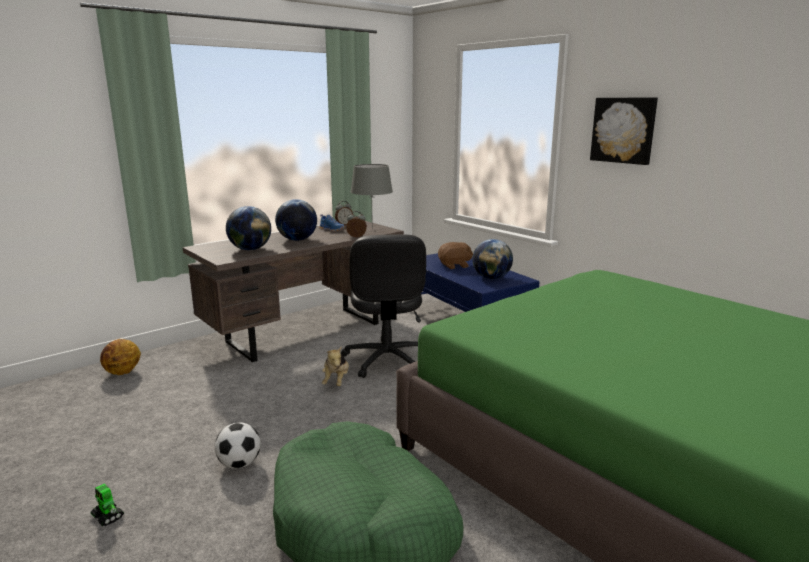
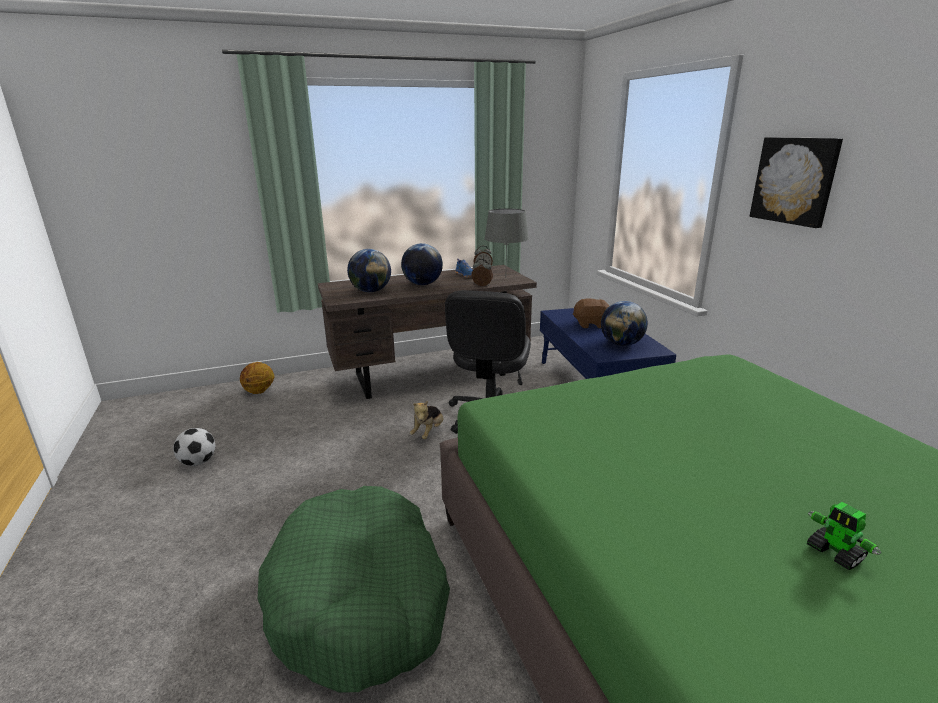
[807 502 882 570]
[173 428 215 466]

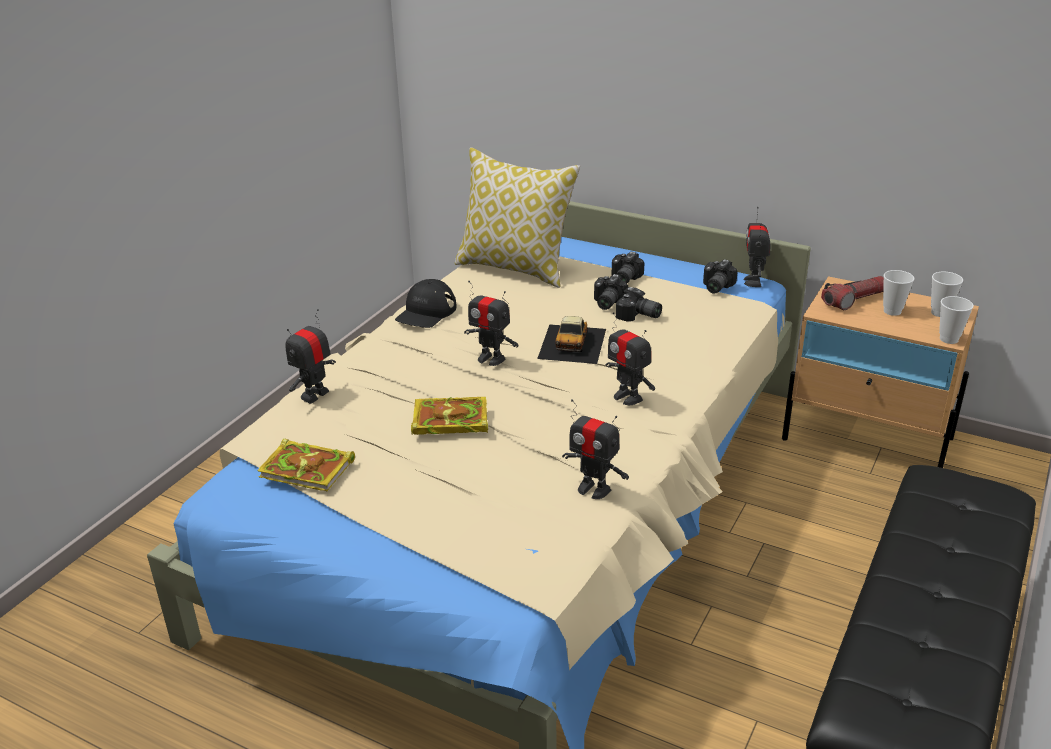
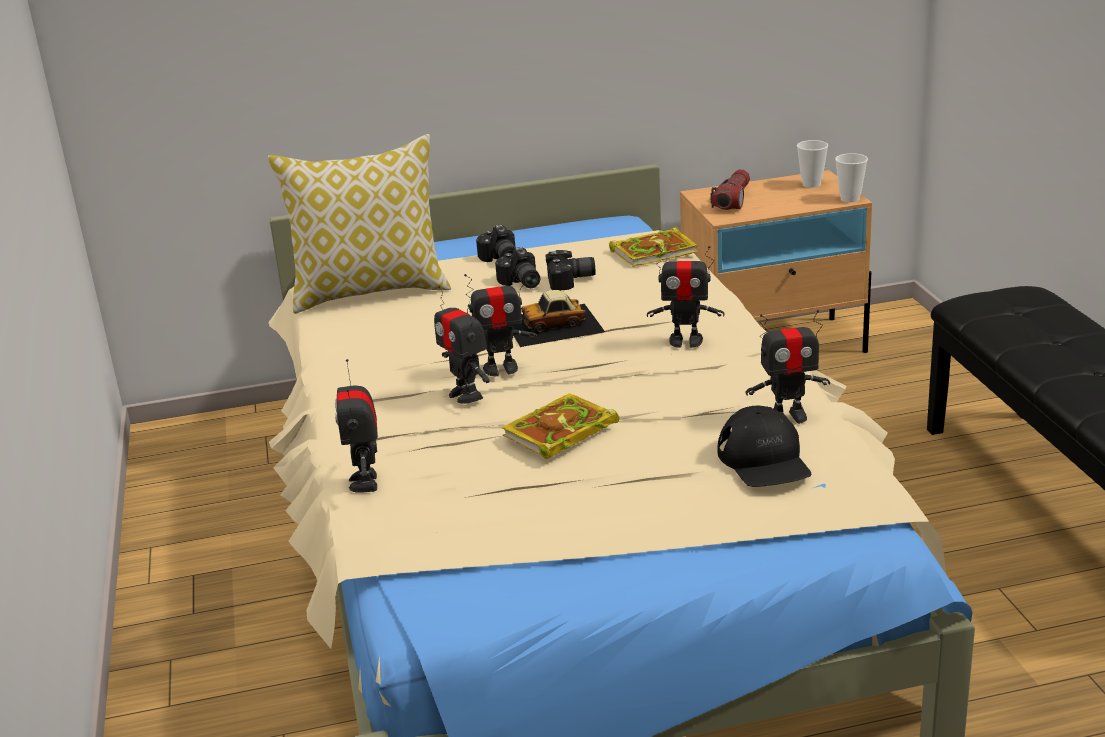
[703 259 738 293] (first image)
[883 270 914 316] (first image)
[609 226 698 267]
[718 406 811 487]
[434 286 490 404]
[511 290 605 347]

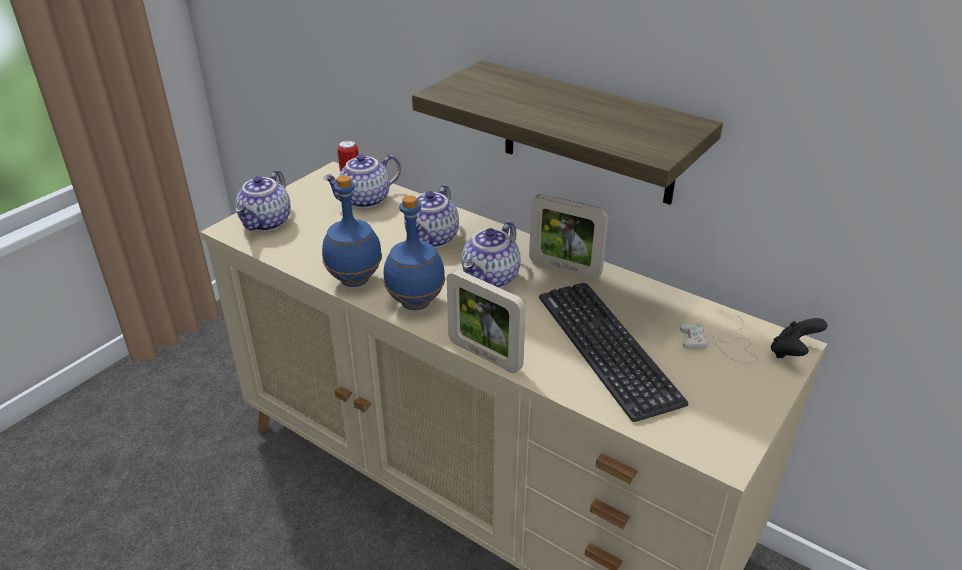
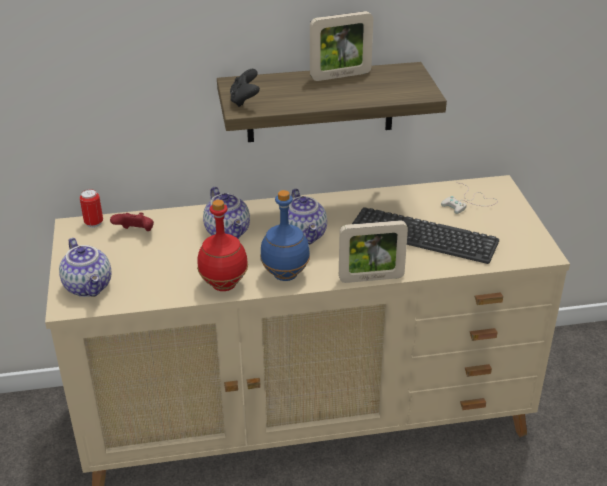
[310 11 373 81]
[230 69 260 107]
[110 212 154 231]
[197 200 248 291]

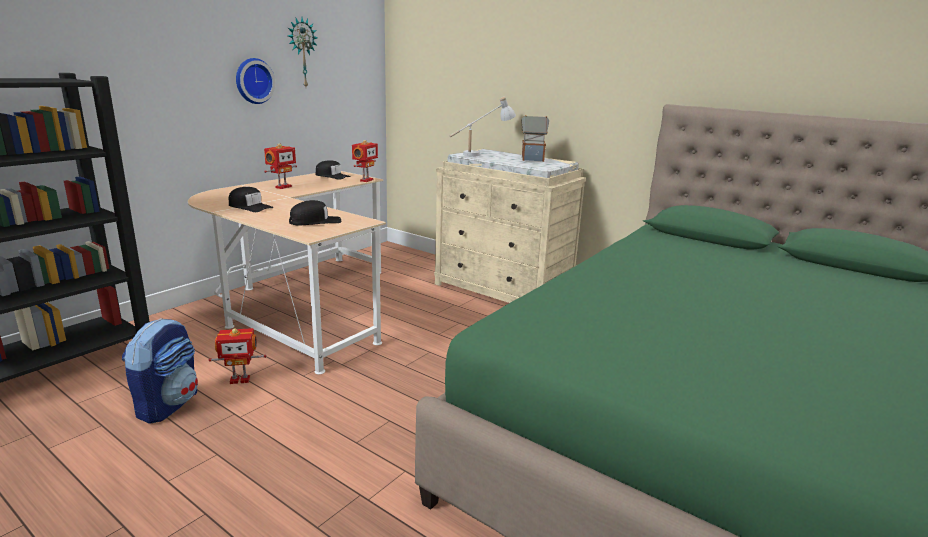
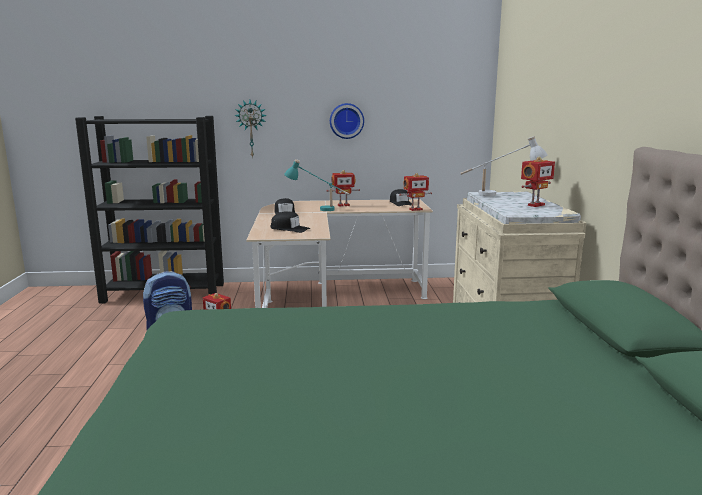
[284 159 349 211]
[234 100 267 158]
[521 157 555 207]

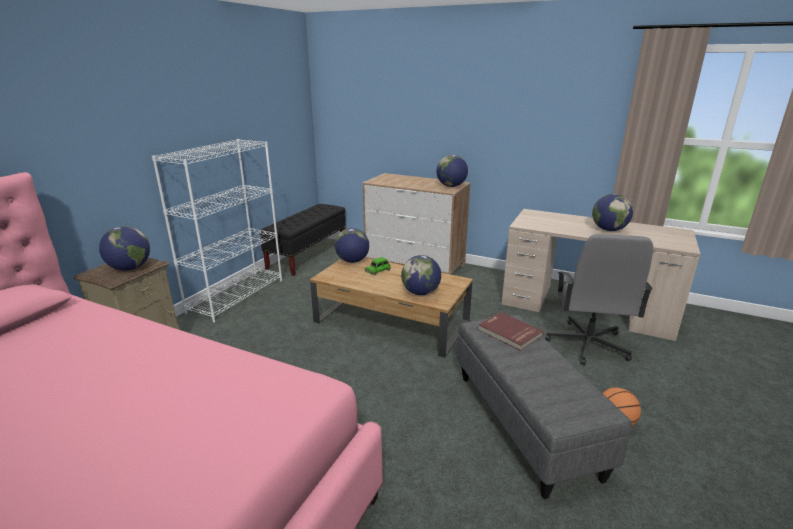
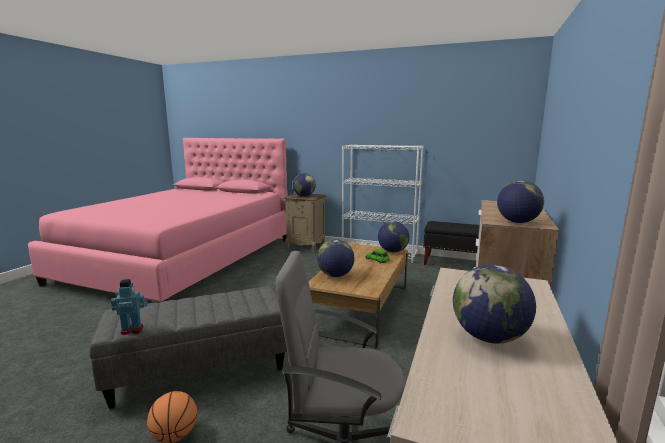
[478 312 544 351] (first image)
[111 279 148 335]

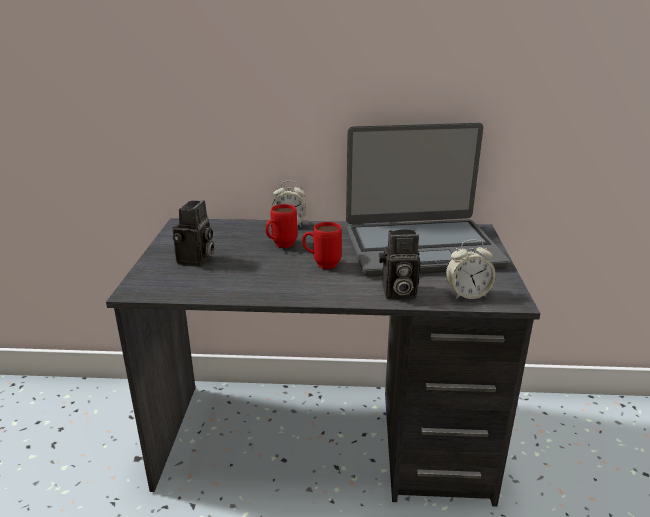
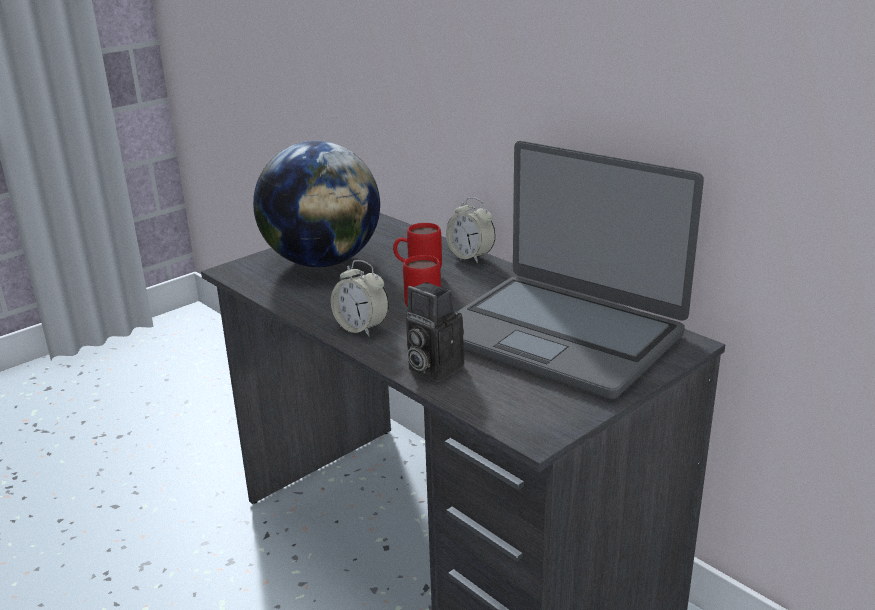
[331 260 389 337]
[253 141 380 267]

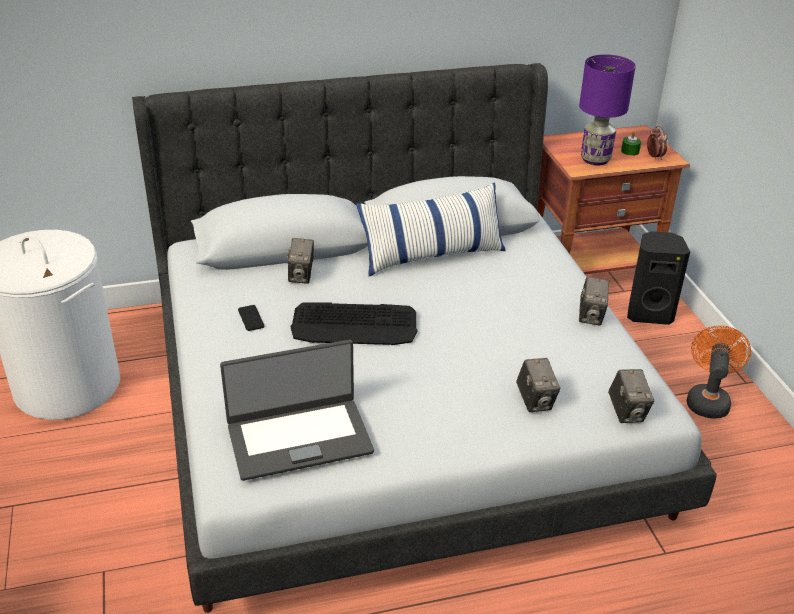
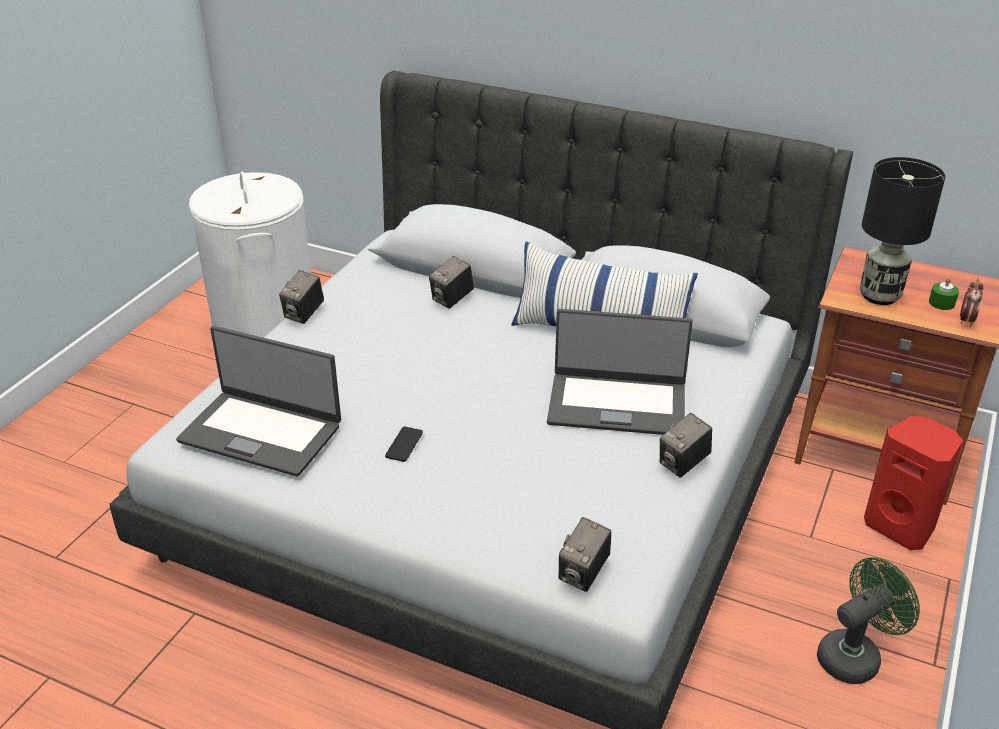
[290 302 418 345] (first image)
[547 309 693 435]
[385 427 423 462]
[279 270 324 324]
[860 157 945 305]
[864 416 963 550]
[817 557 920 684]

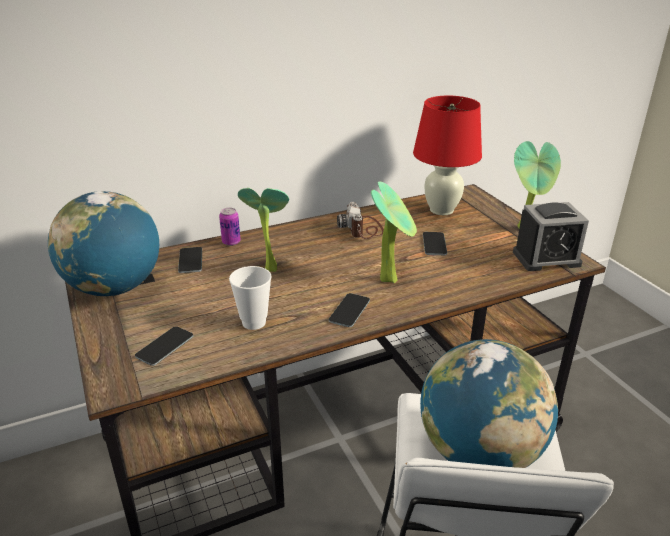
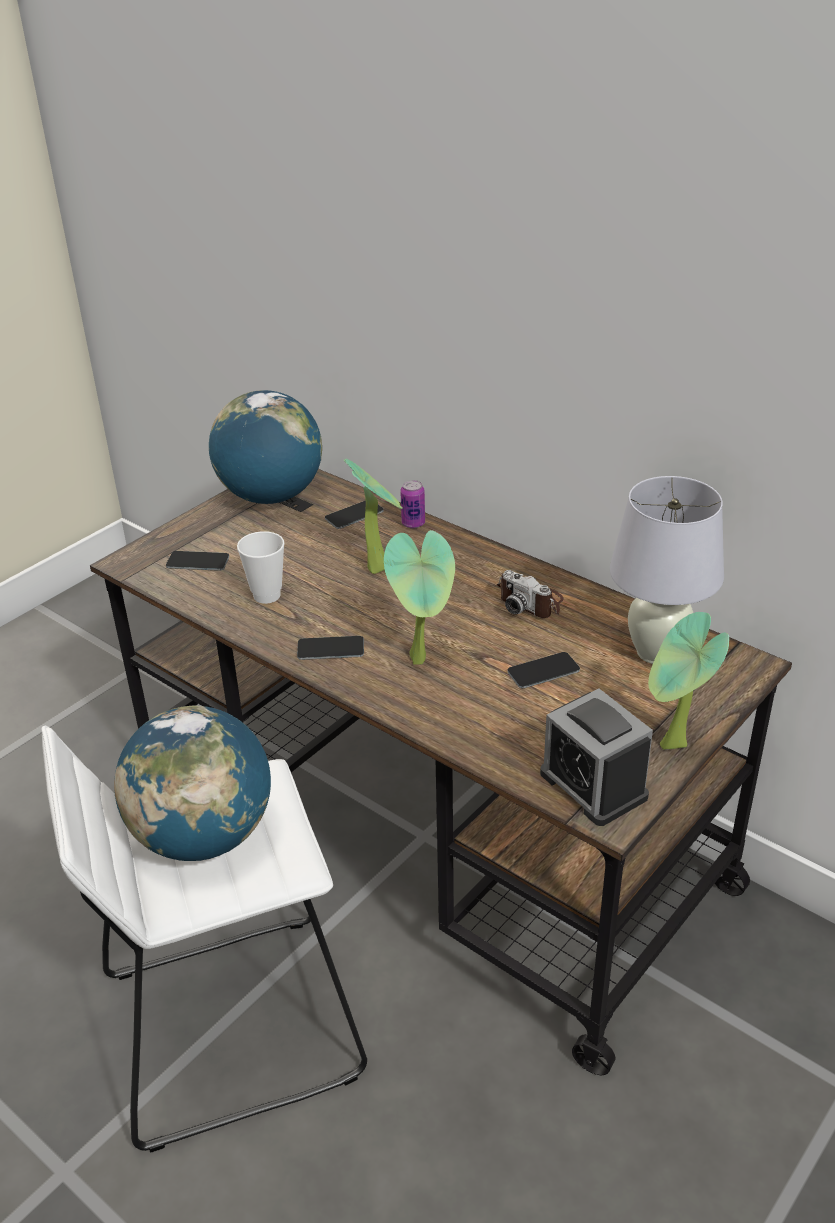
[610 476 724 664]
[497 570 564 618]

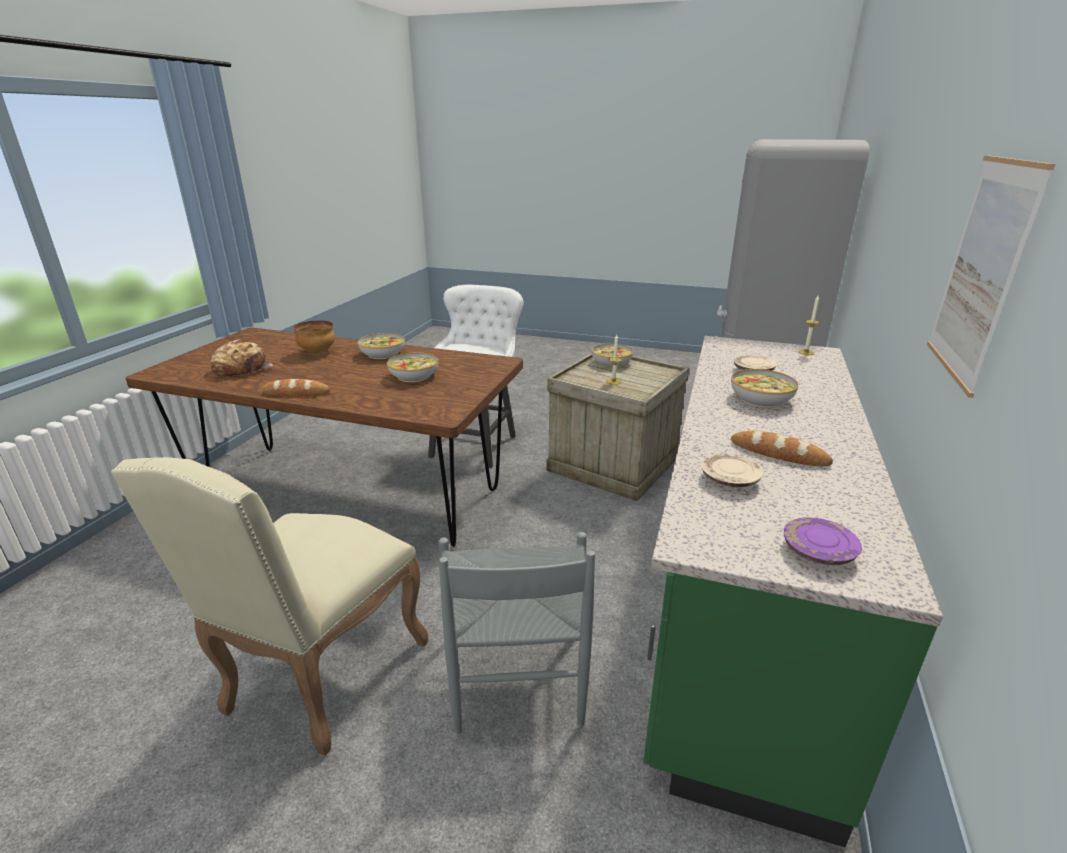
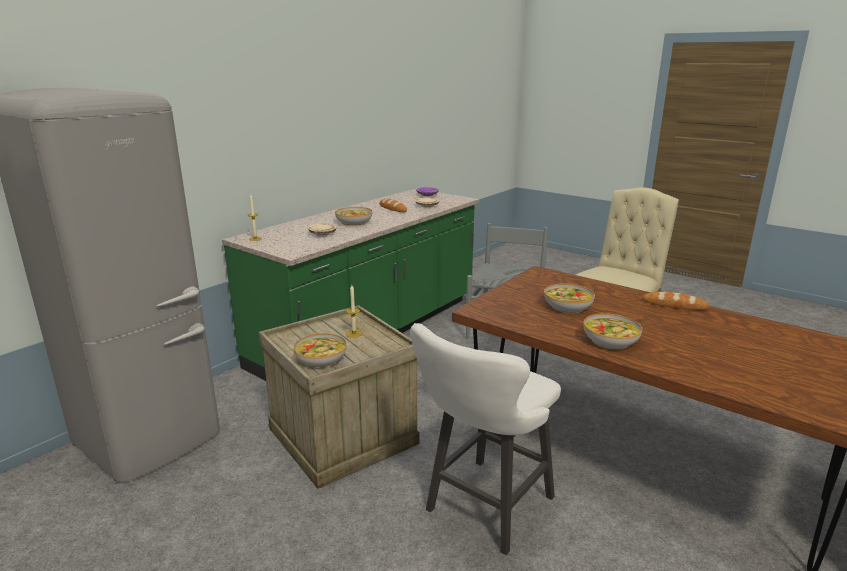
[211 339 273 378] (first image)
[293 320 335 353] (first image)
[927 155 1055 398] (first image)

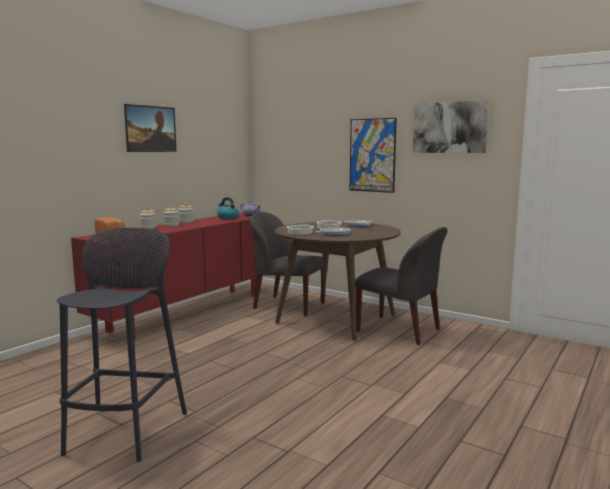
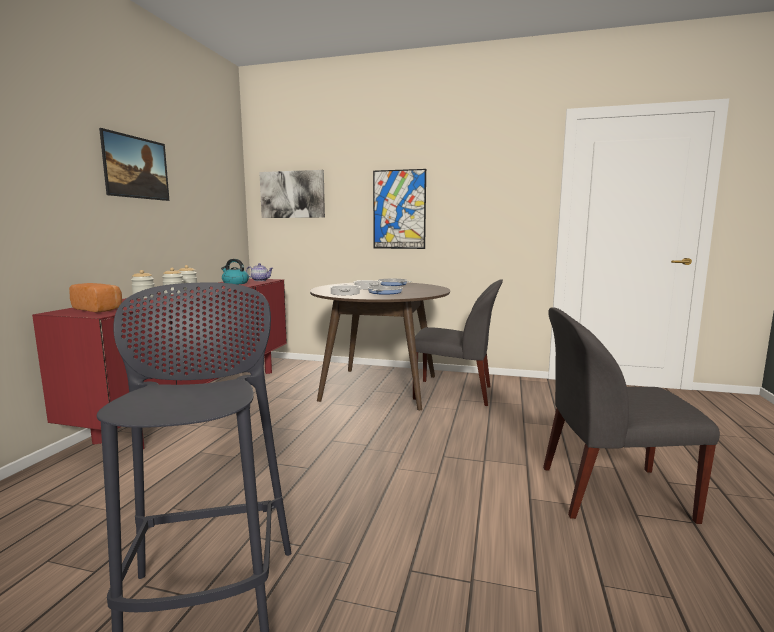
[543 307 720 524]
[259 170 325 218]

